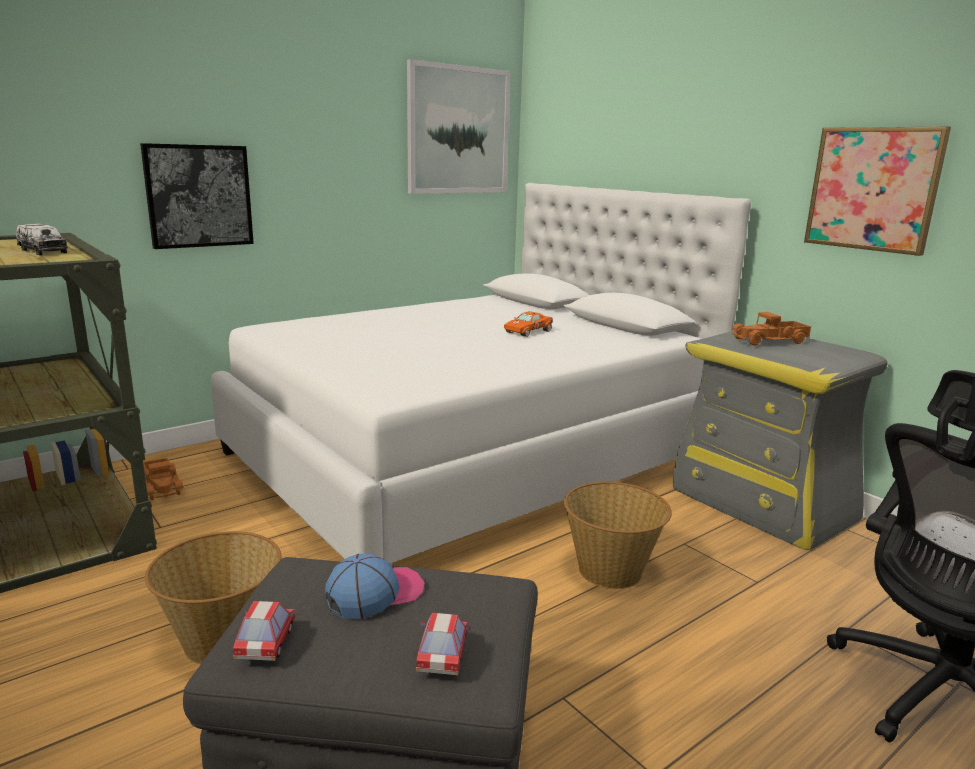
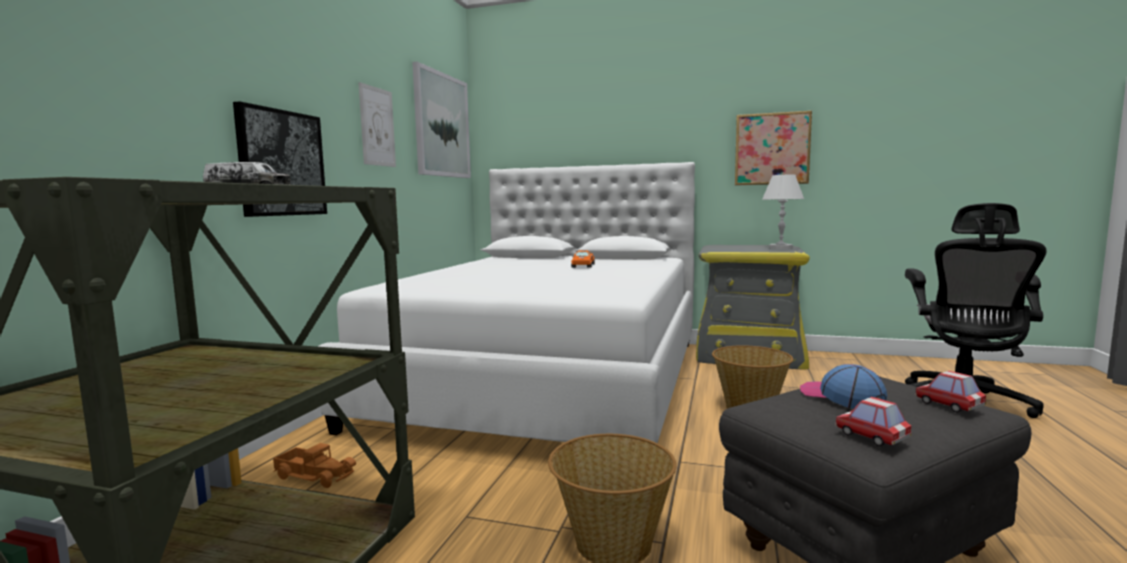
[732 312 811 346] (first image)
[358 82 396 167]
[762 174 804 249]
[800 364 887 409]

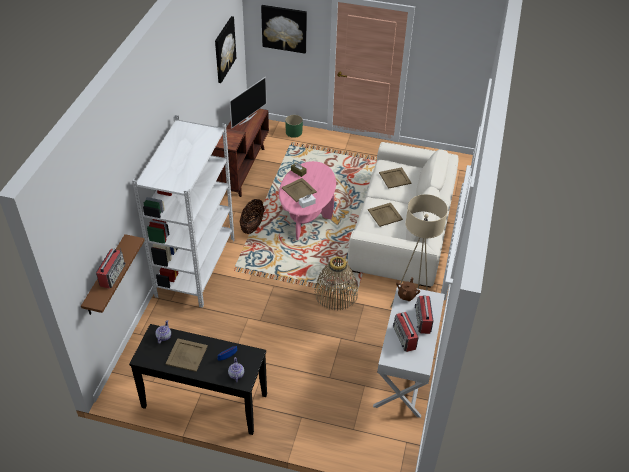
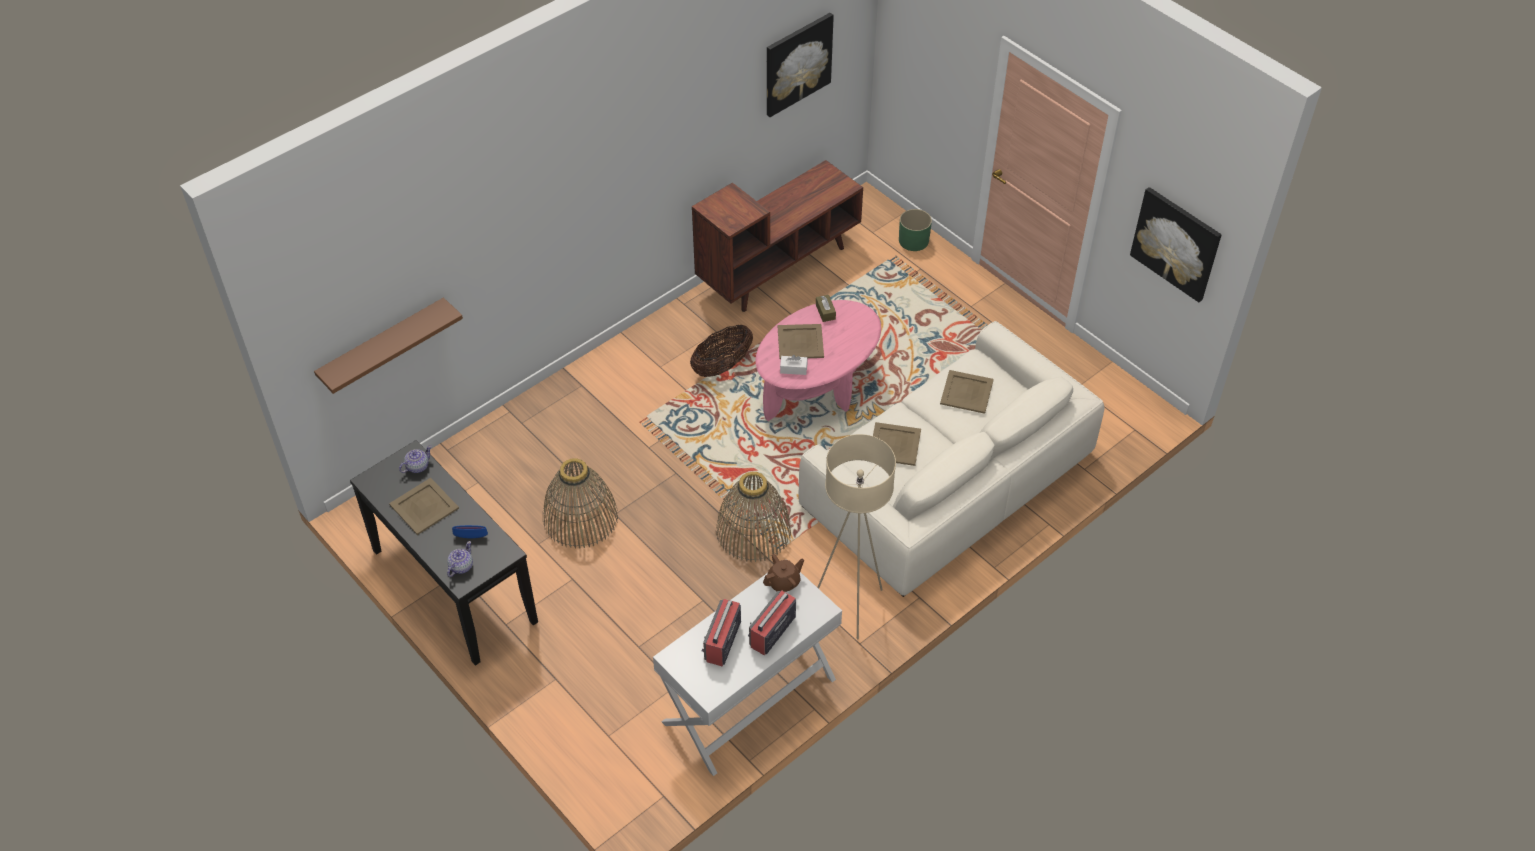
[96 248 126 289] (first image)
[132 115 235 308] (first image)
[229 77 267 128] (first image)
[544 458 618 549]
[1130 187 1222 302]

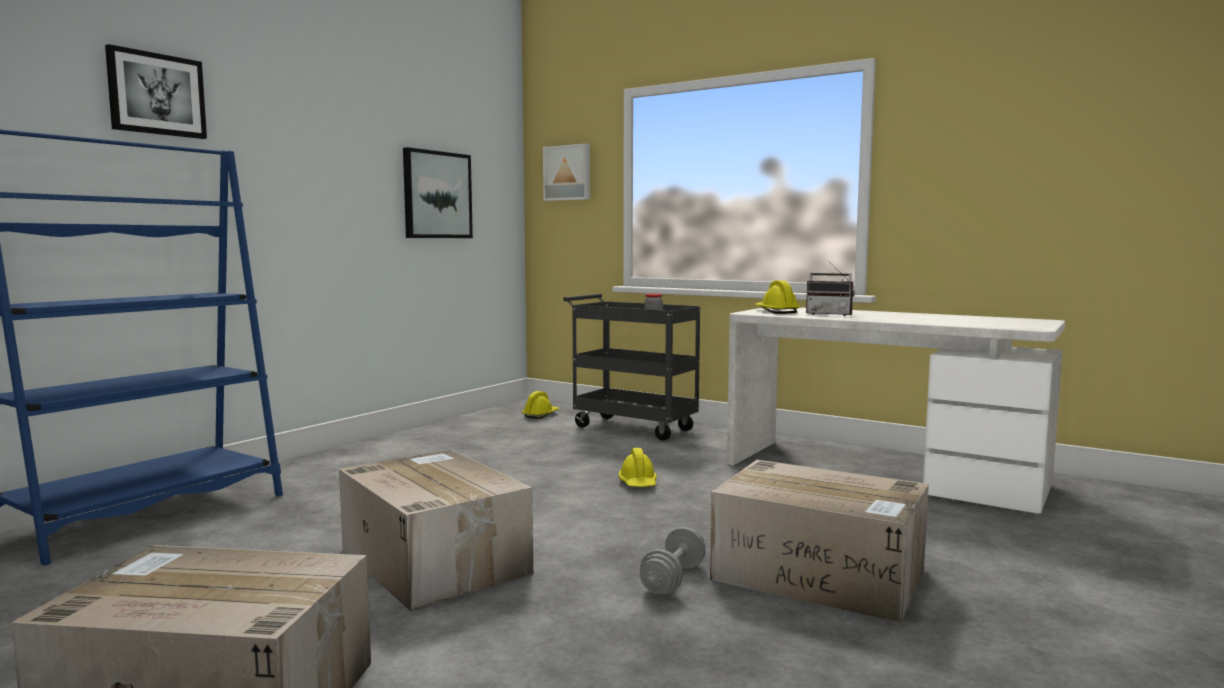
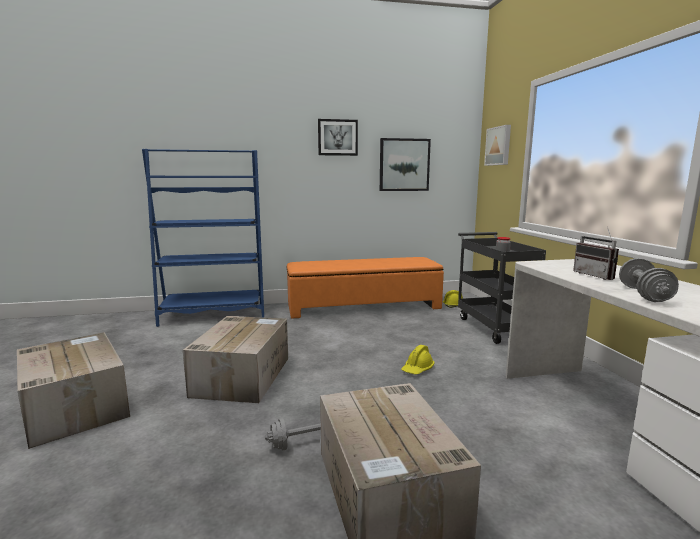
[754 280 801 314] (first image)
[286 257 444 319]
[619 258 679 302]
[318 119 358 156]

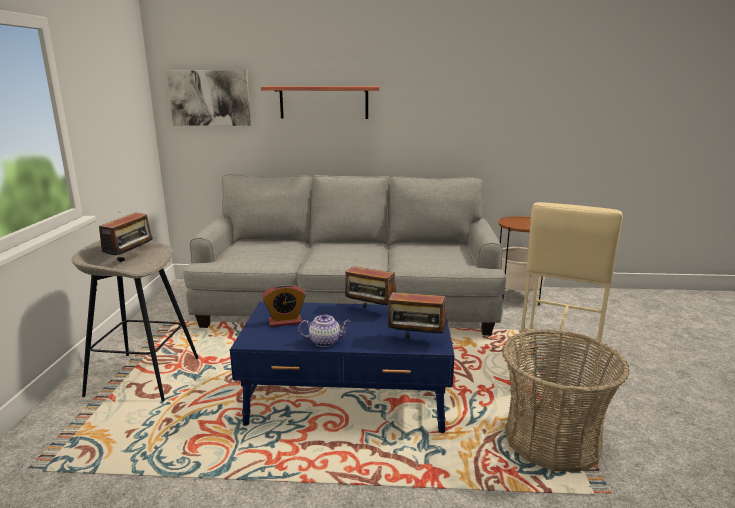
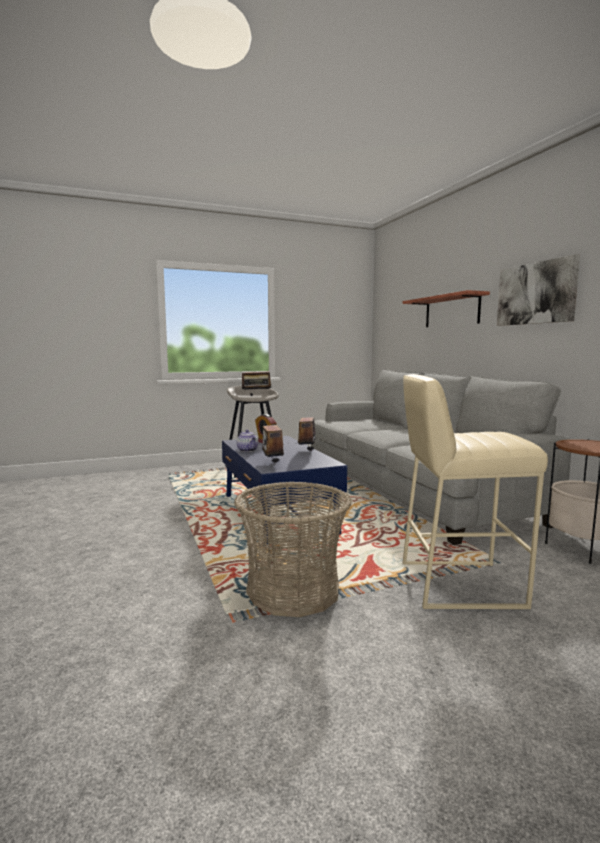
[497 254 580 326]

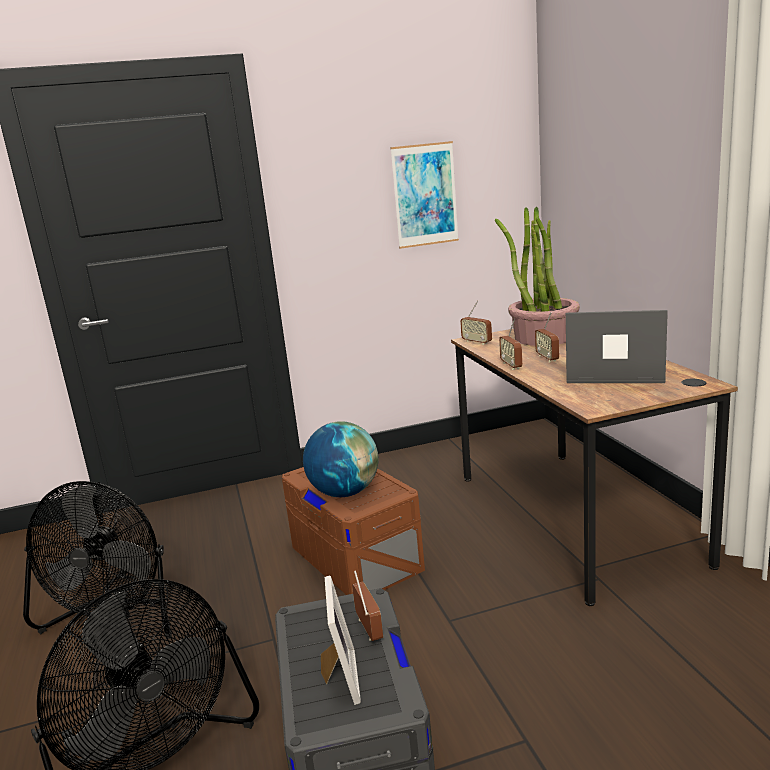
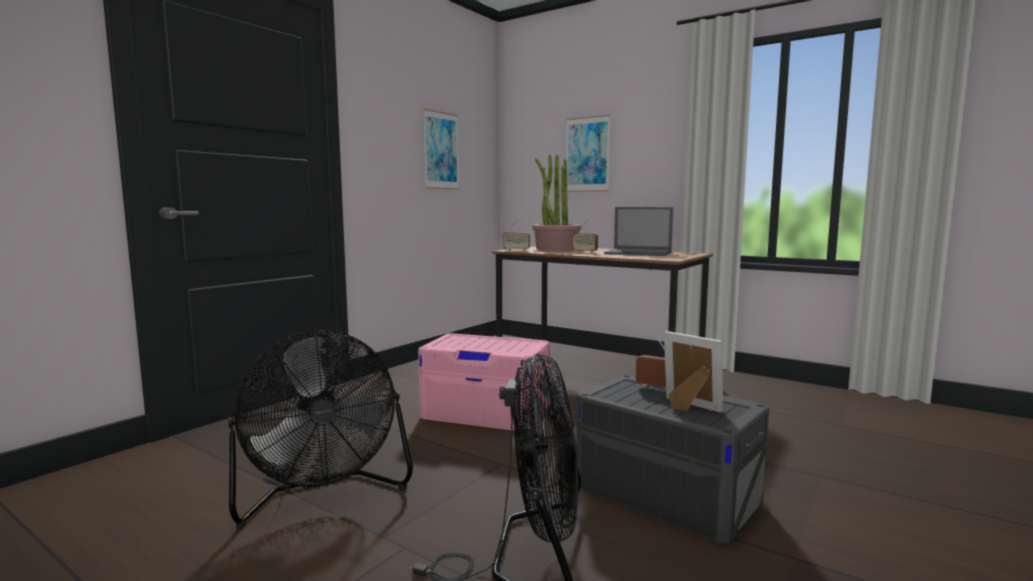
[303 421 379 497] (first image)
[499 319 522 370] (first image)
[566 115 610 192]
[418 333 550 431]
[604 207 673 256]

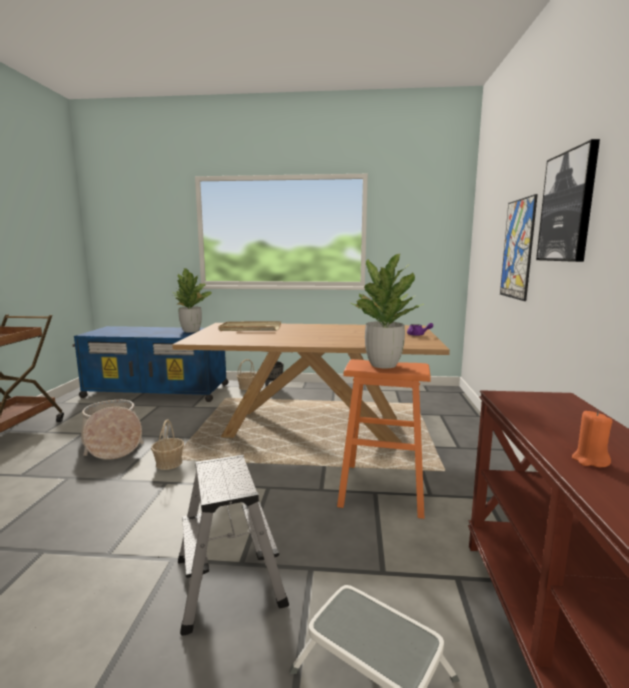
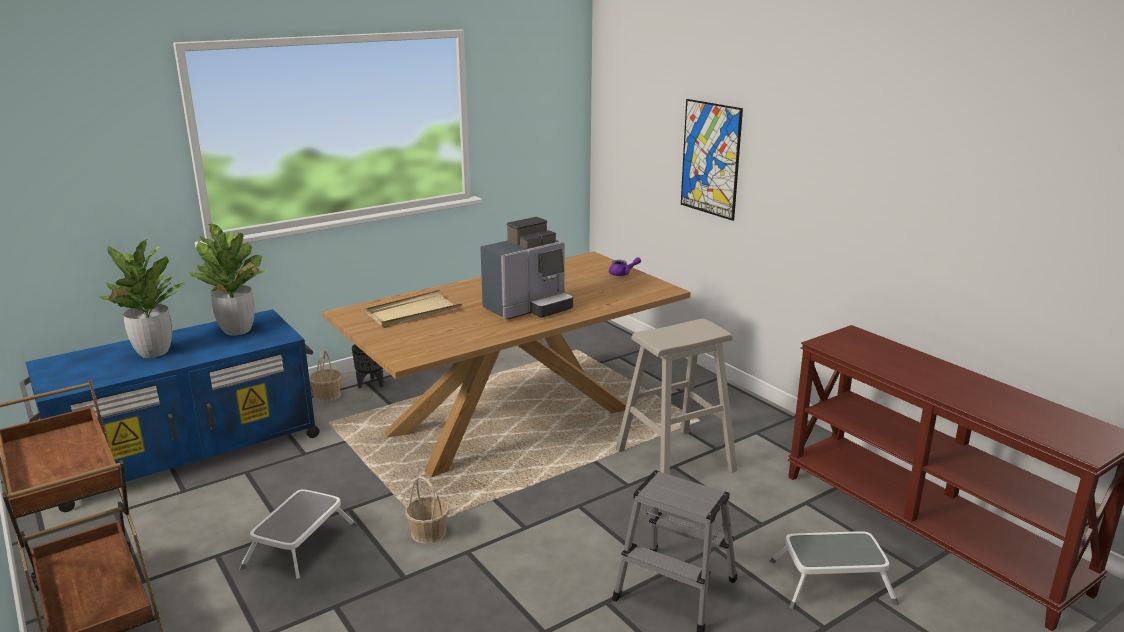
[536 139 600 262] (first image)
[572 411 613 467] (first image)
[480 217 573 320]
[98 239 186 358]
[239 490 357 586]
[616 319 737 475]

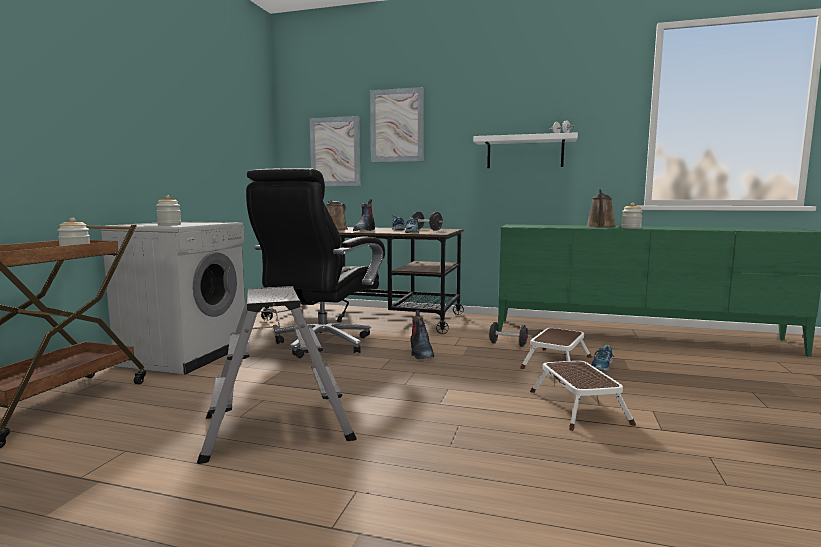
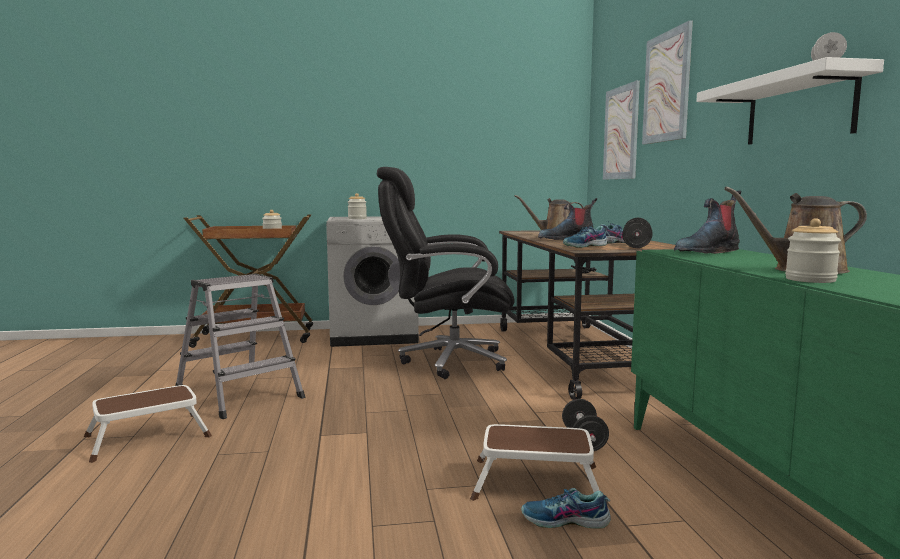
[674 191 741 254]
[84 385 212 463]

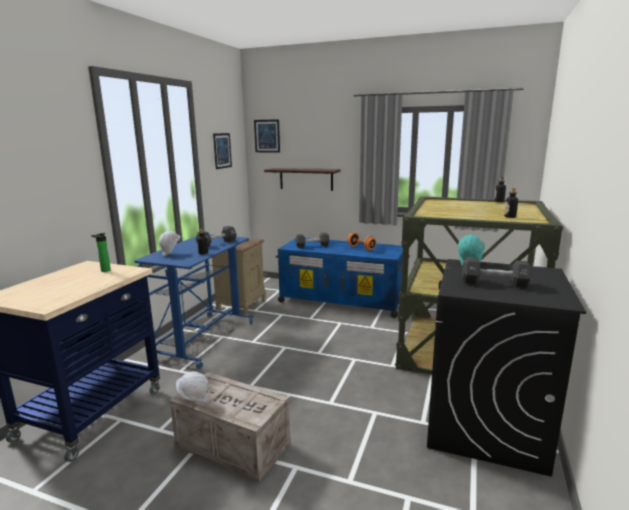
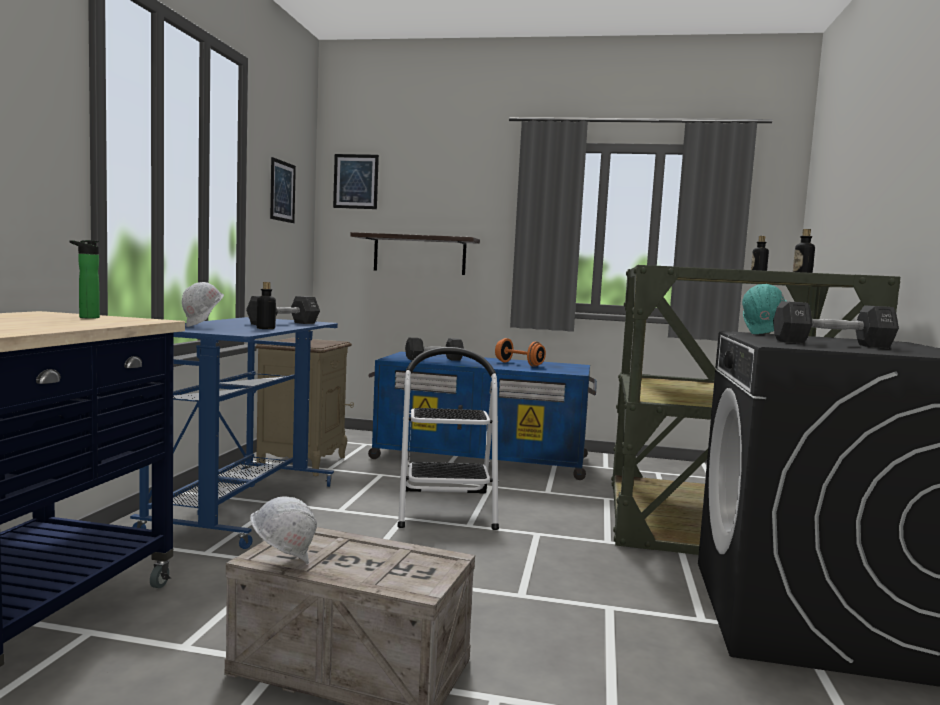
[398 347 499 530]

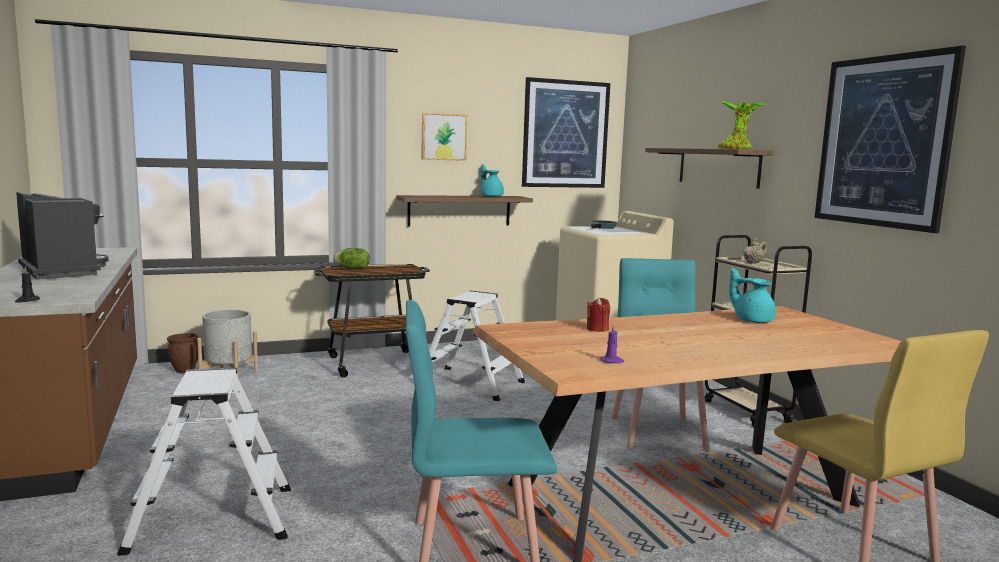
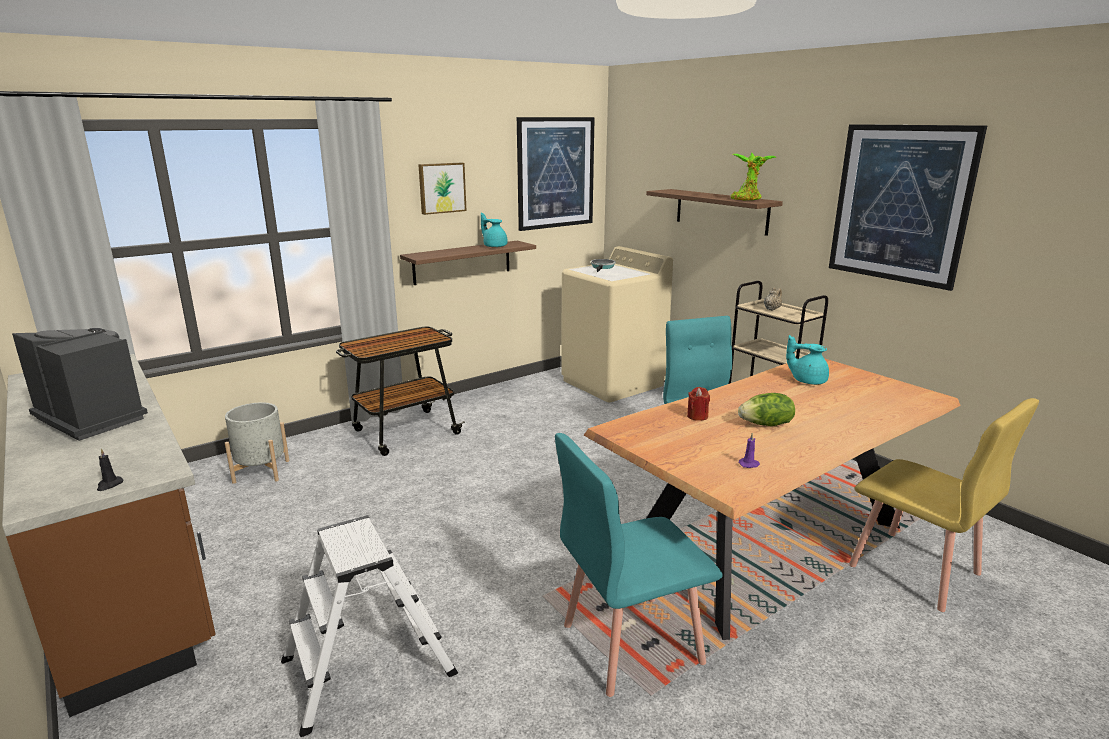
[167 333 198 373] (first image)
[429 291 525 401] (first image)
[738 393 795 426]

